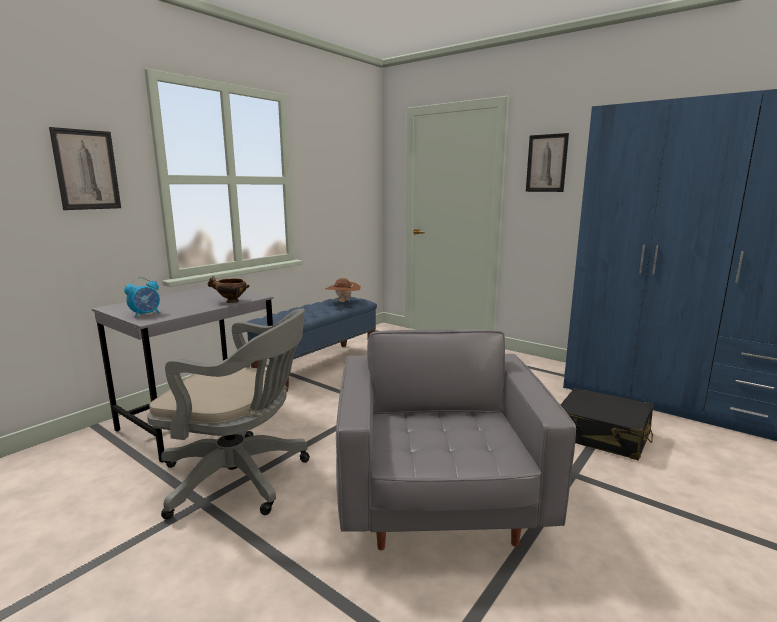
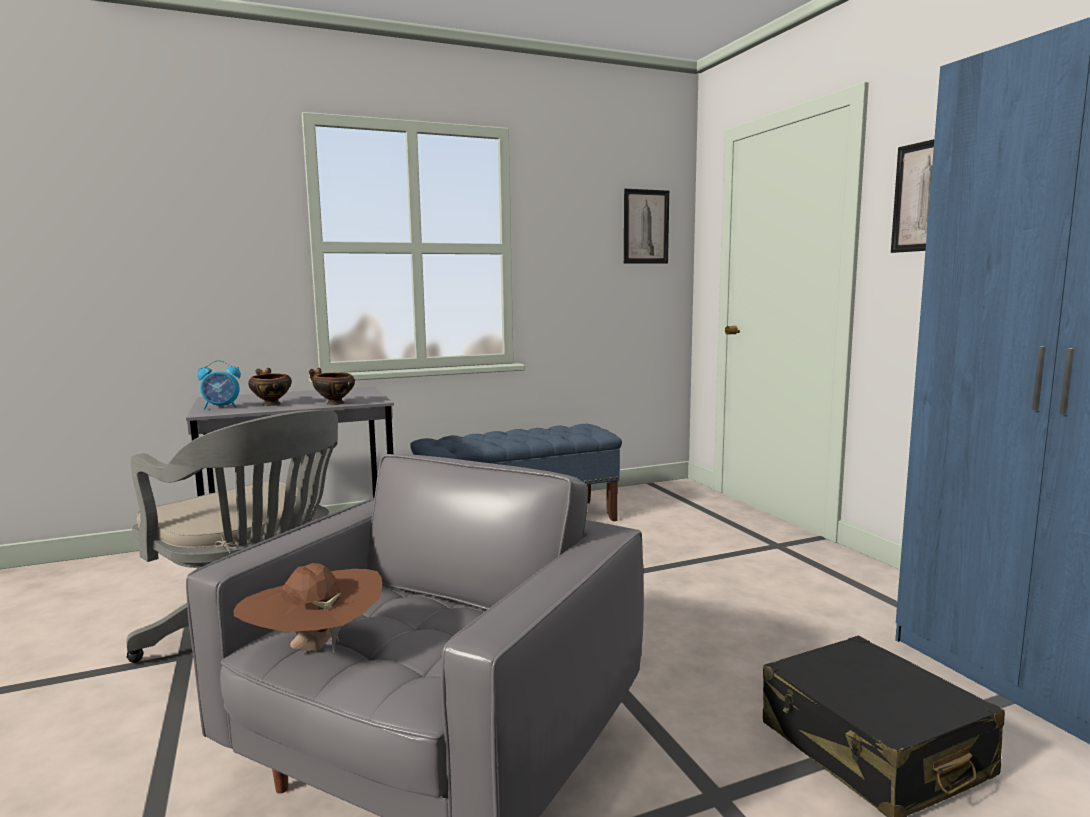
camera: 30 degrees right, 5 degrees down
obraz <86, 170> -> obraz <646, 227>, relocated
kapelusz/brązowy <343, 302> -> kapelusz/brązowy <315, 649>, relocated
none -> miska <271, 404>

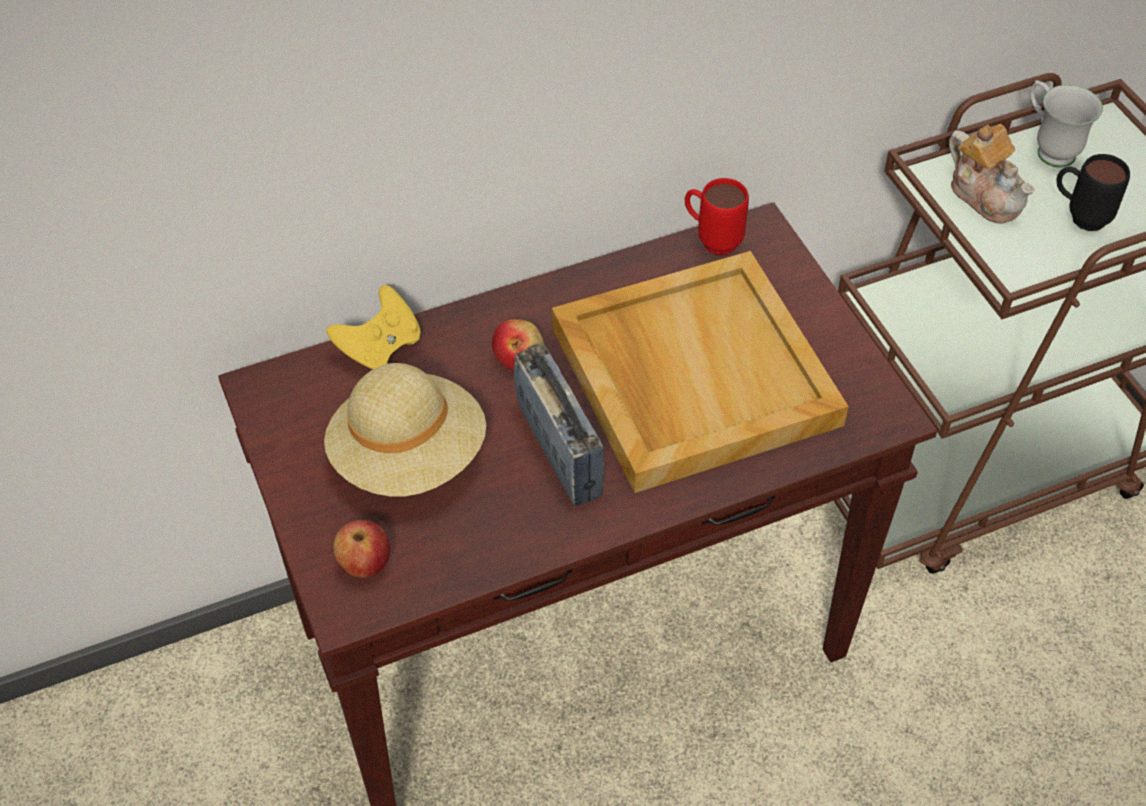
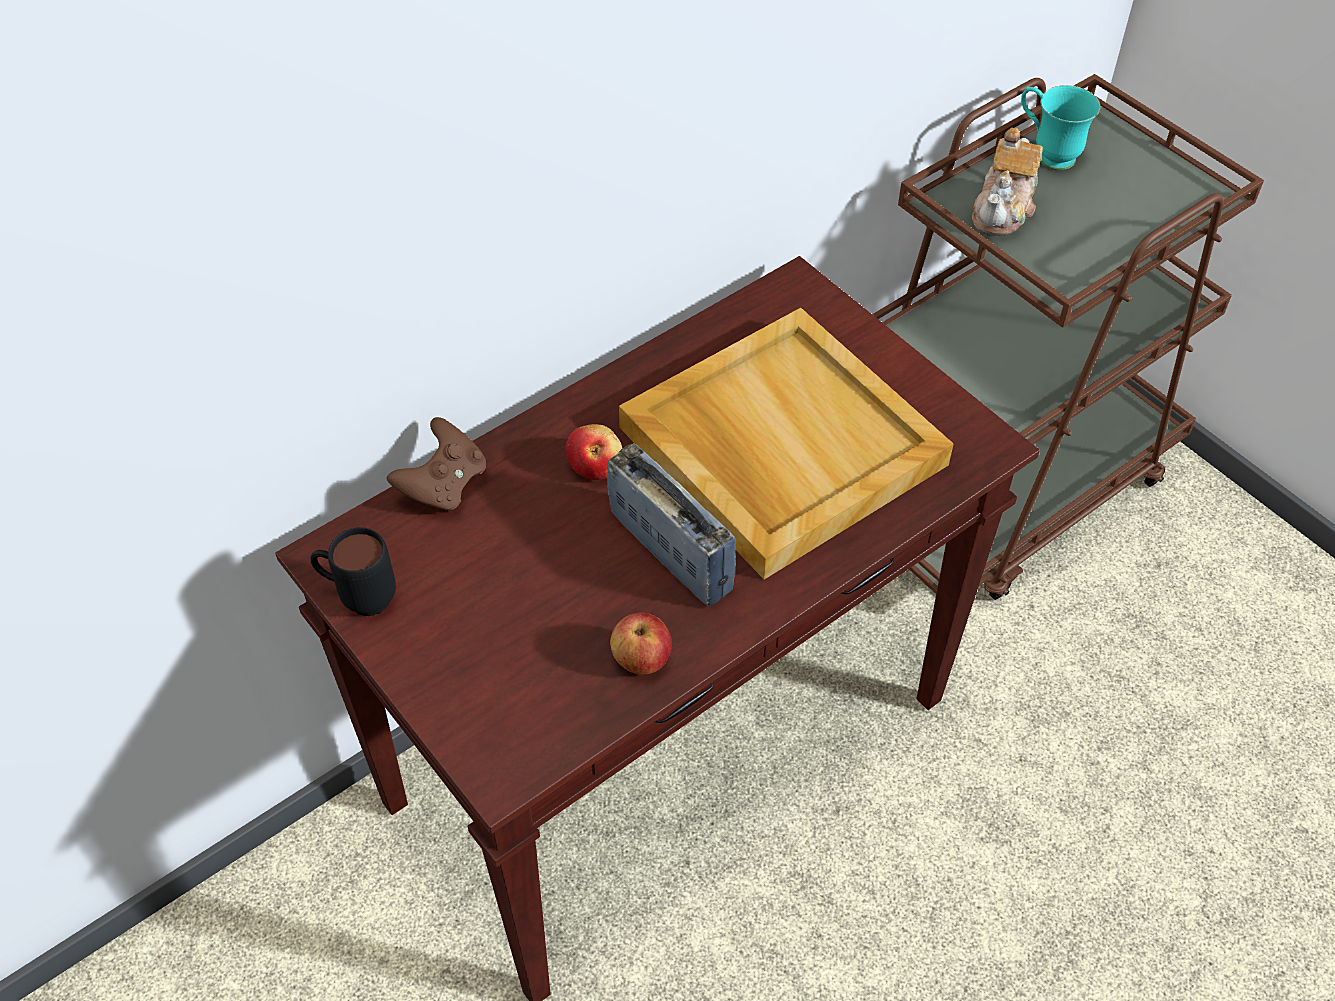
camera: 15 degrees left, 0 degrees up
kapelusz/beżowy <409, 456> -> none
pad do gier/żółty <380, 347> -> pad do gier/brązowy <443, 485>
jabłko <365, 564> -> jabłko <641, 660>, relocated
kubek/czerwony <711, 240> -> none
imbryk <985, 195> -> imbryk <1004, 209>, 75 degrees clockwise
kubek/biały <1048, 149> -> kubek/turkusowy <1046, 154>
kubek/czarny <1079, 216> -> kubek/czarny <359, 597>, relocated

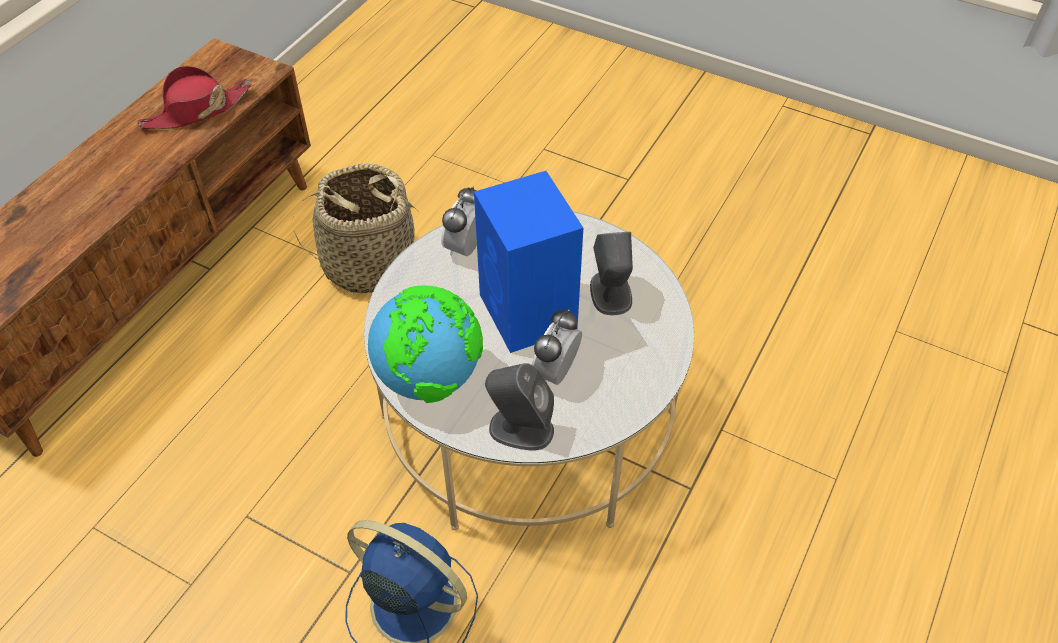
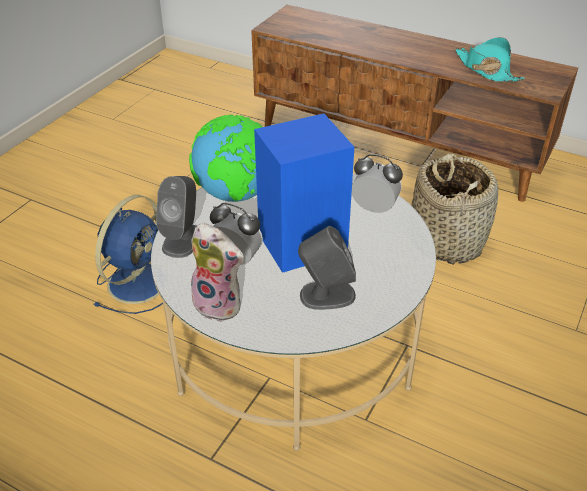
camera: 90 degrees right, 10 degrees down
kapelusz/czerwony <197, 111> -> kapelusz/turkusowy <486, 70>
none -> pluszak <220, 304>

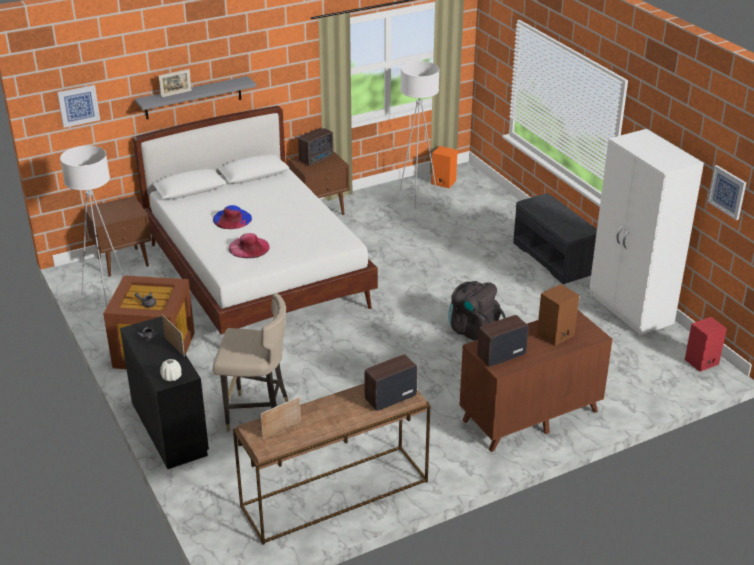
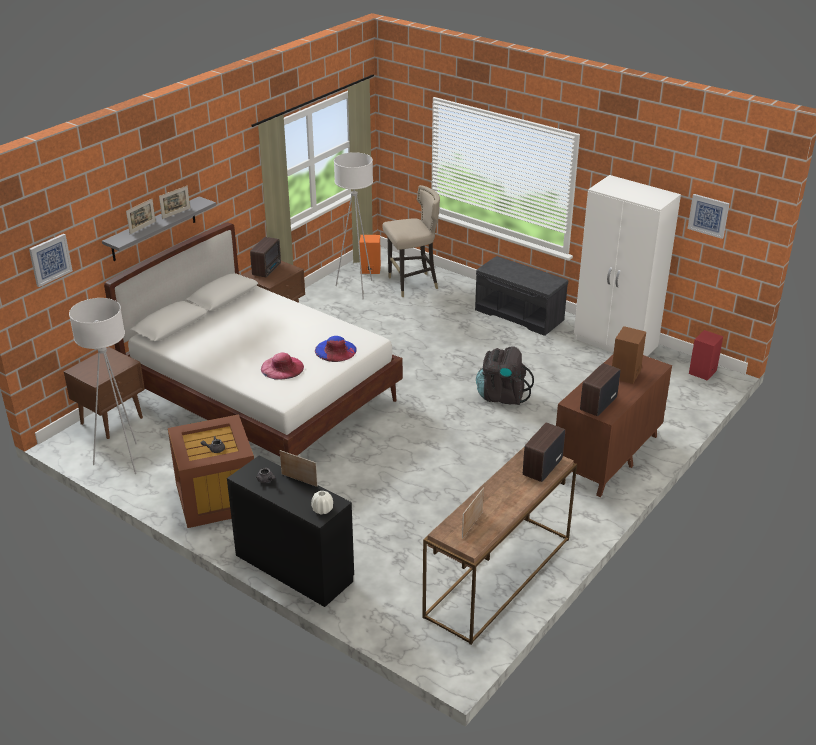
camera: 25 degrees left, 0 degrees up
kapelusz/niebieski <232, 219> -> kapelusz/niebieski <335, 350>, relocated
stołek/beżowy <256, 414> -> stołek/beżowy <412, 284>, relocated
none -> ramka na zdjęcie <176, 213>

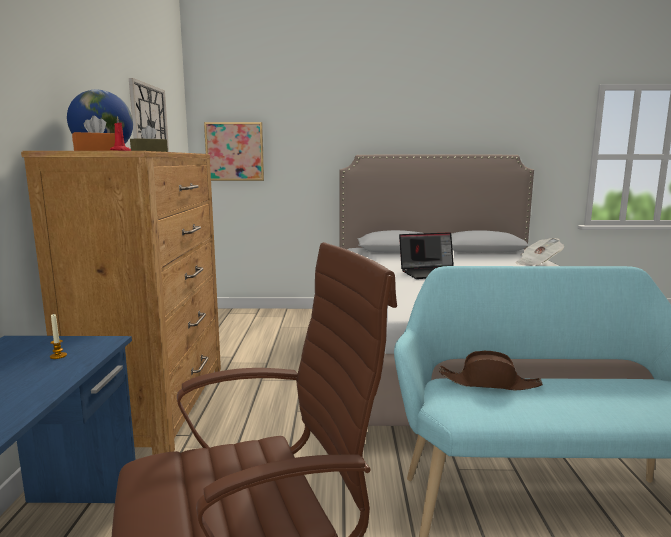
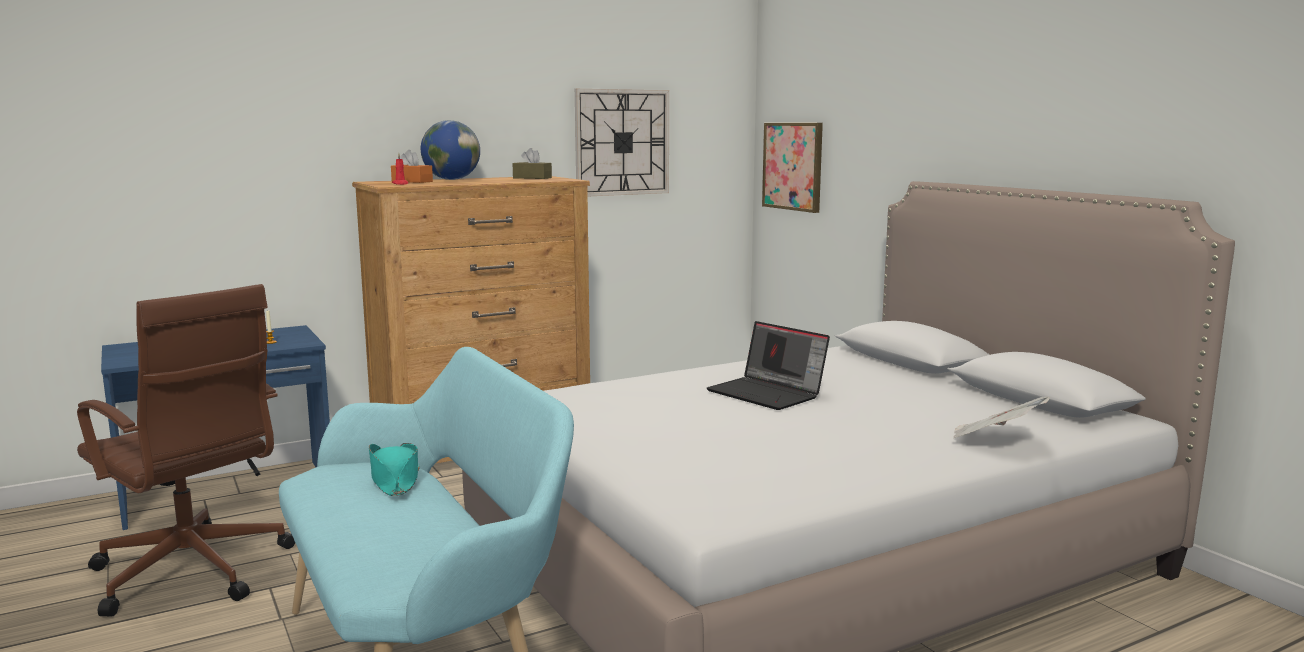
camera: 60 degrees right, 0 degrees up
kapelusz/brązowy <489, 383> -> kapelusz/turkusowy <395, 479>

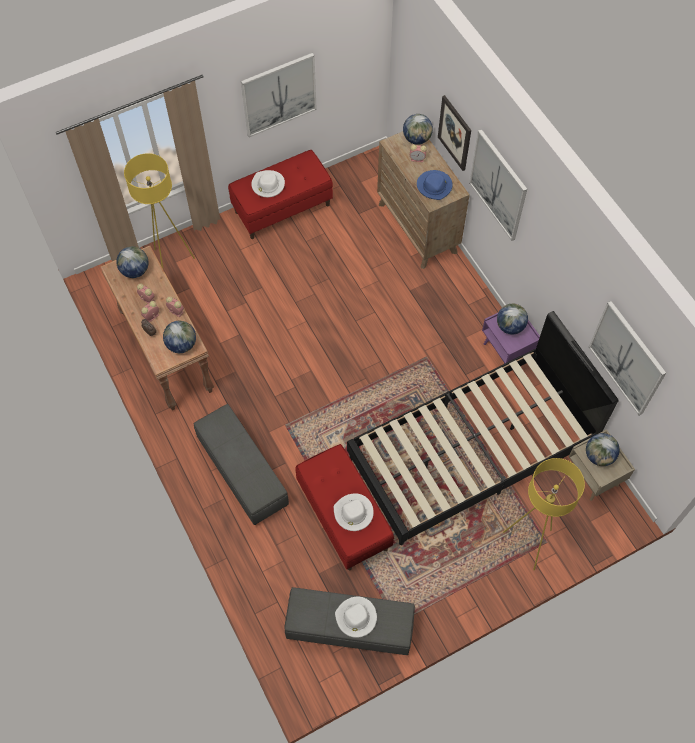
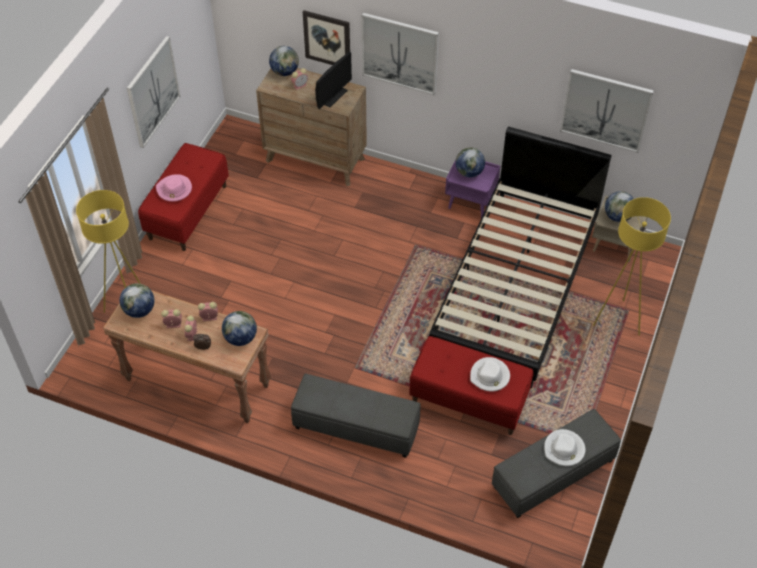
camera: 40 degrees left, 10 degrees down
kapelusz/biały <268, 185> -> kapelusz/różowy <174, 190>
kapelusz/niebieski <434, 186> -> monitor <333, 96>

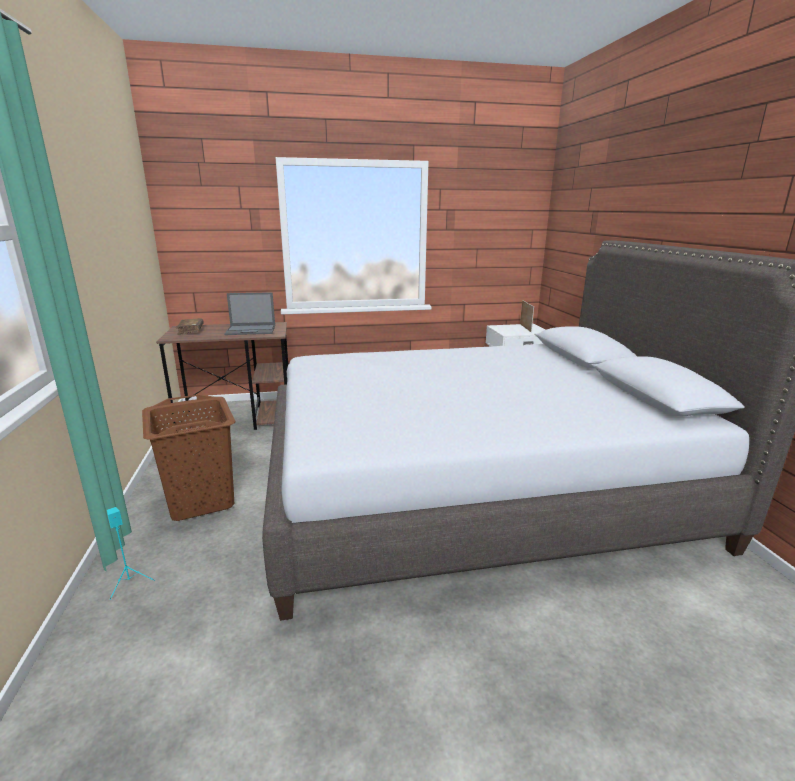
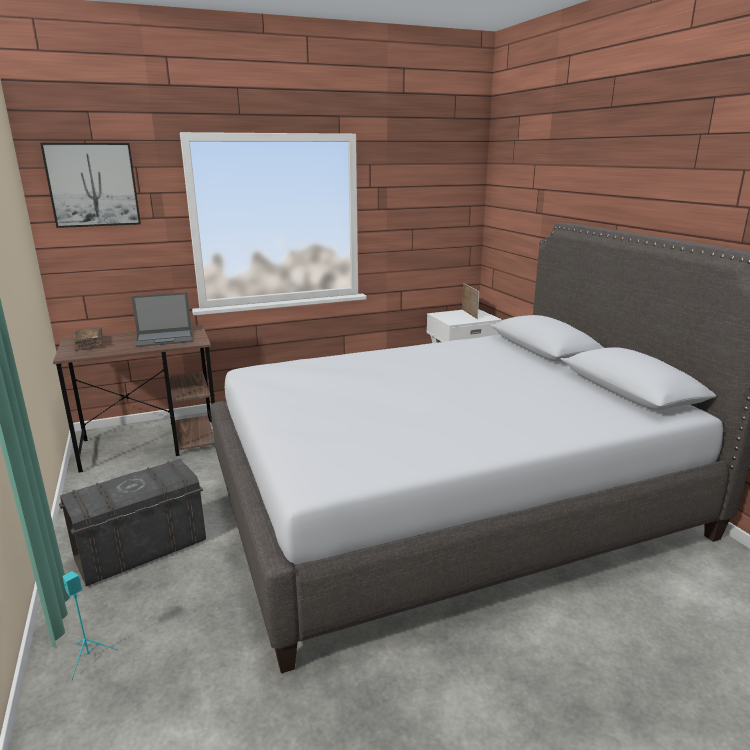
camera: 10 degrees left, 0 degrees up
kosz na pranie/brązowy <200, 501> -> pojemnik do przechowywania/szary <140, 550>
none -> obraz <93, 185>

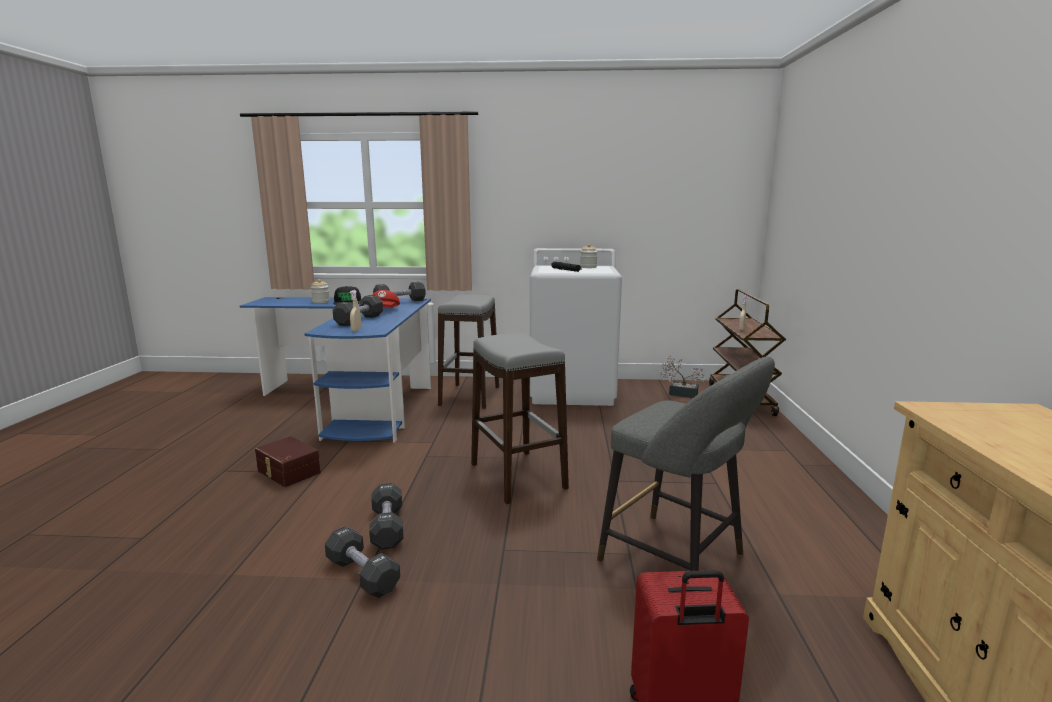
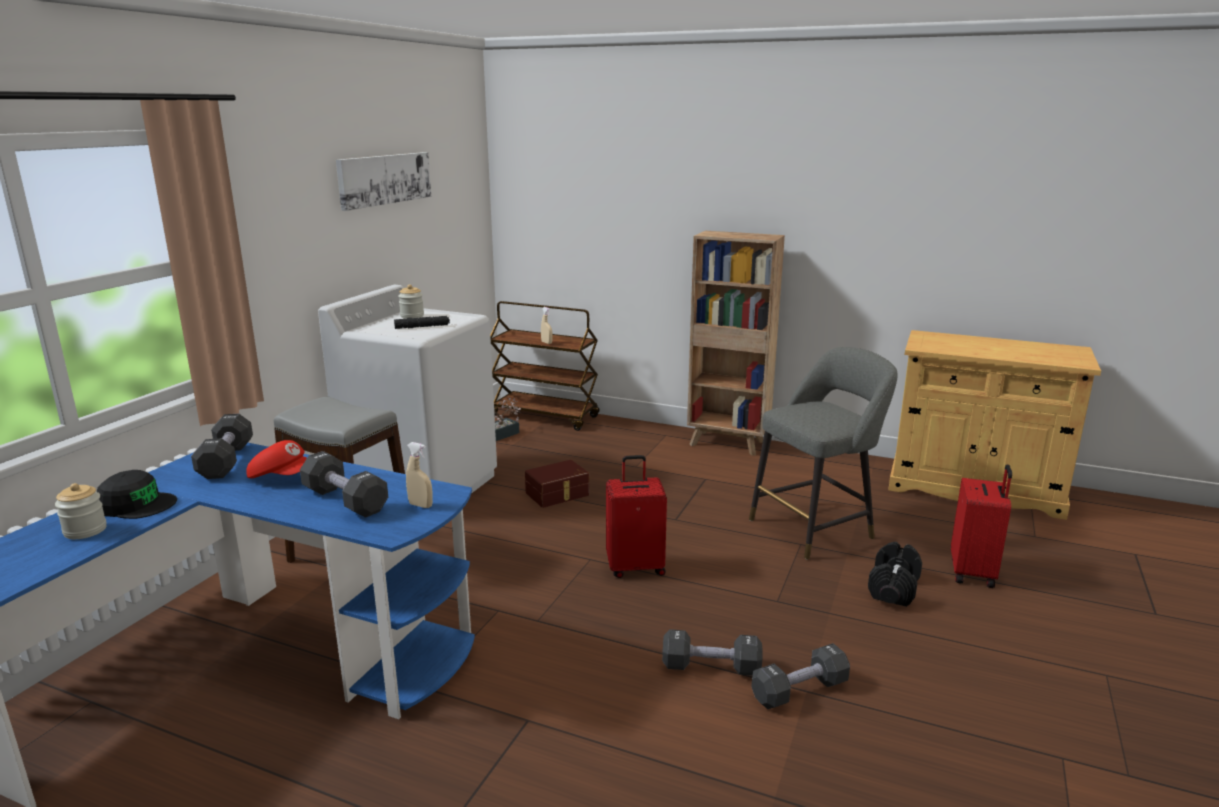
camera: 70 degrees left, 5 degrees up
pojemnik do przechowywania/brązowy <287, 472> -> pojemnik do przechowywania/brązowy <558, 494>, relocated
stołek/szary <518, 476> -> walizka/czerwony <635, 567>
none -> obraz <384, 179>
none -> regał/brązowy <728, 443>
none -> hantel/czarny <893, 588>

